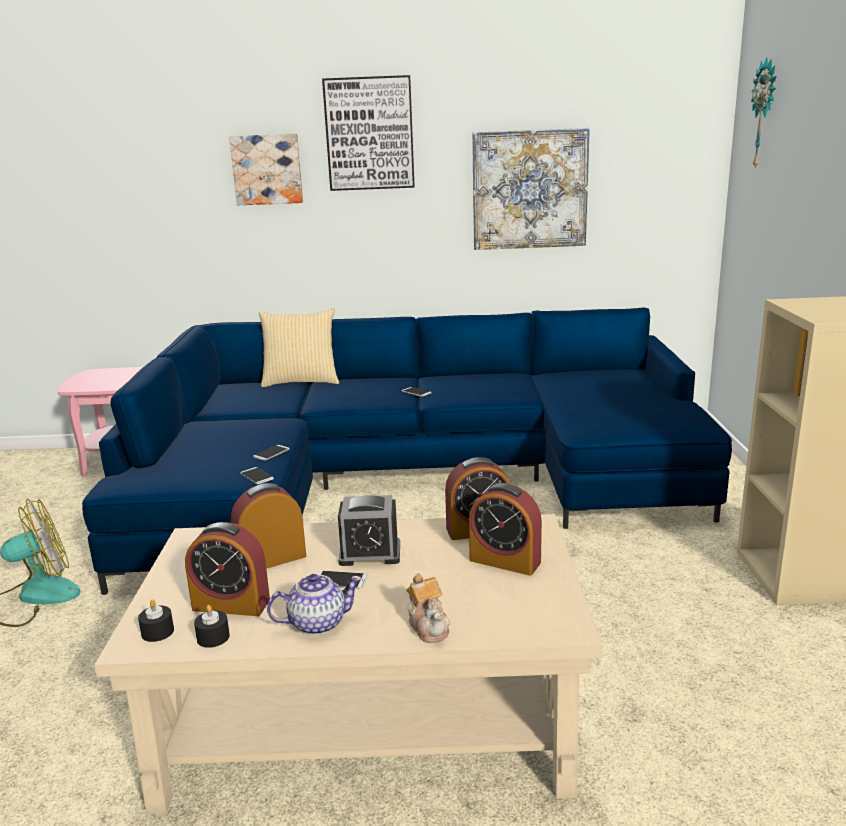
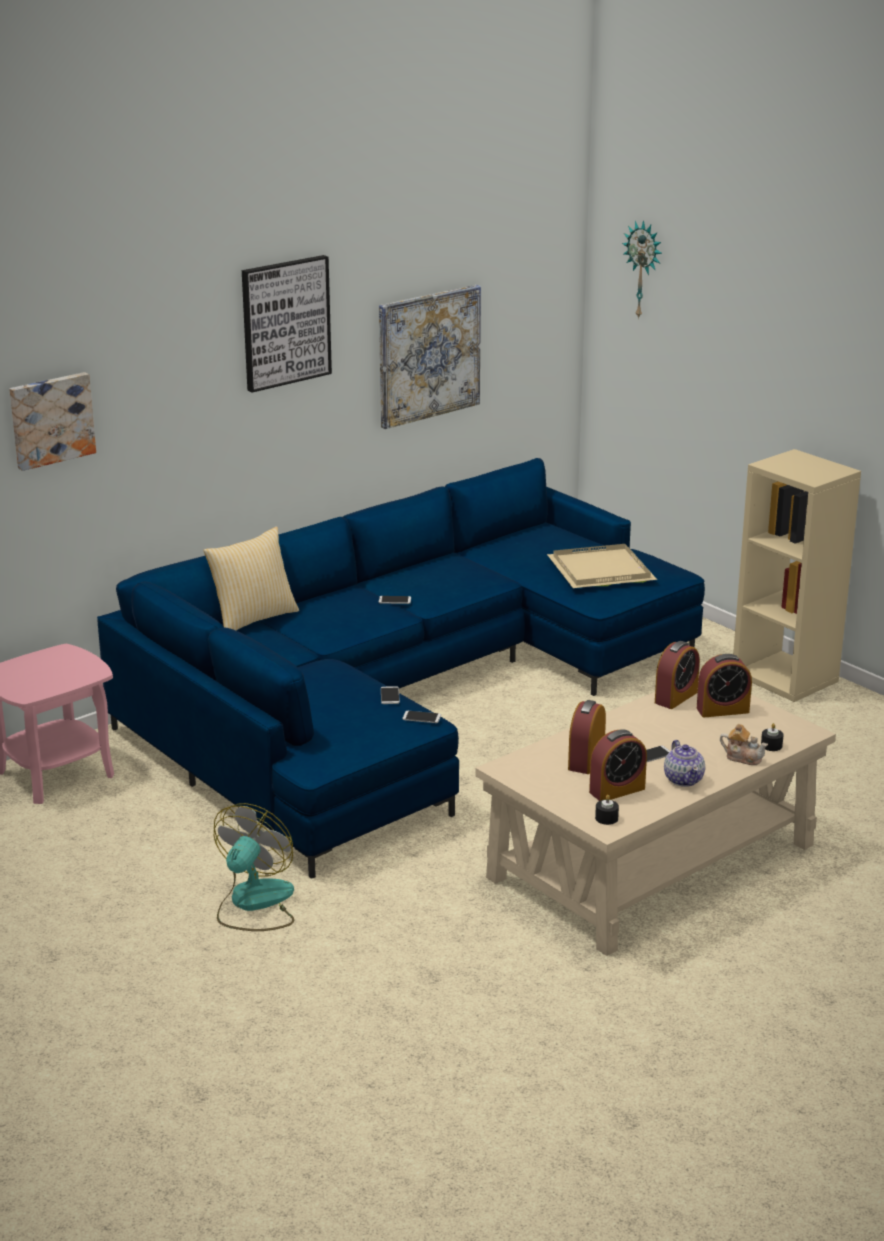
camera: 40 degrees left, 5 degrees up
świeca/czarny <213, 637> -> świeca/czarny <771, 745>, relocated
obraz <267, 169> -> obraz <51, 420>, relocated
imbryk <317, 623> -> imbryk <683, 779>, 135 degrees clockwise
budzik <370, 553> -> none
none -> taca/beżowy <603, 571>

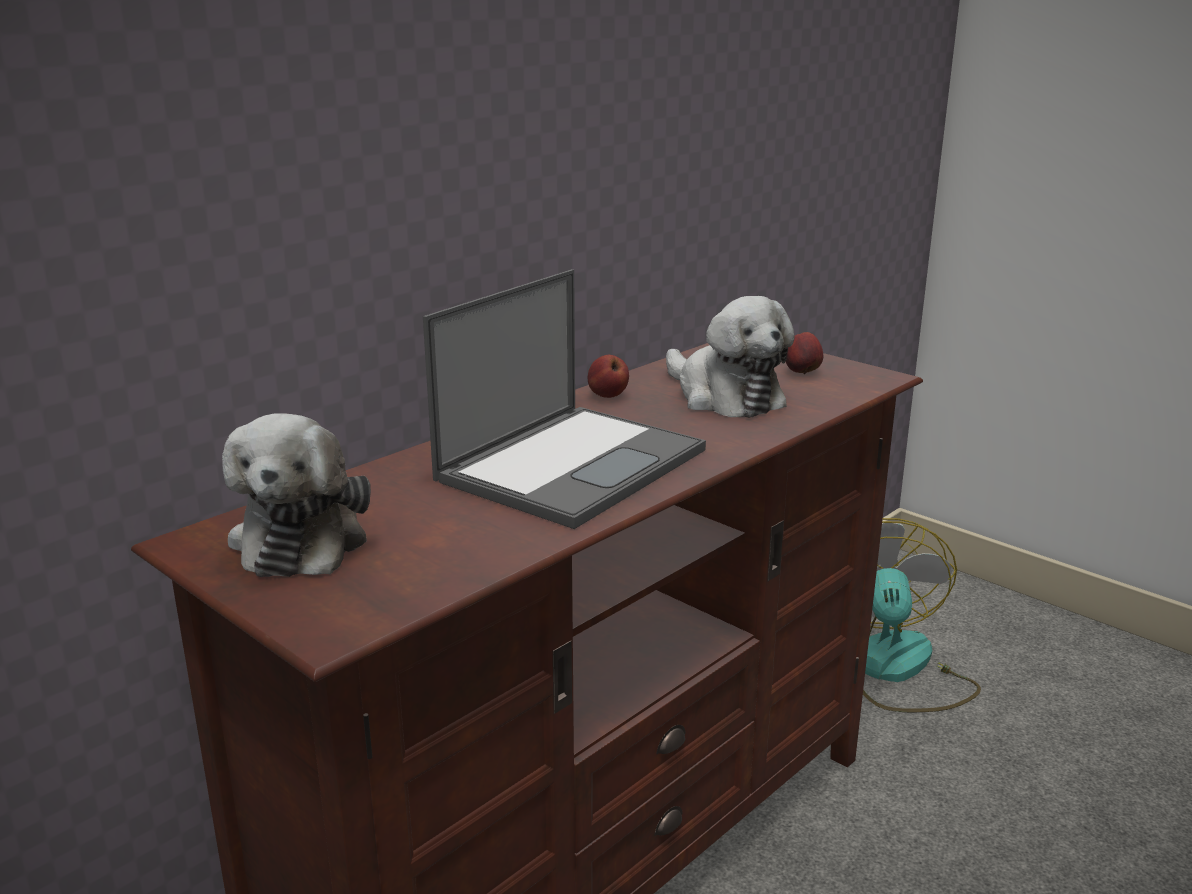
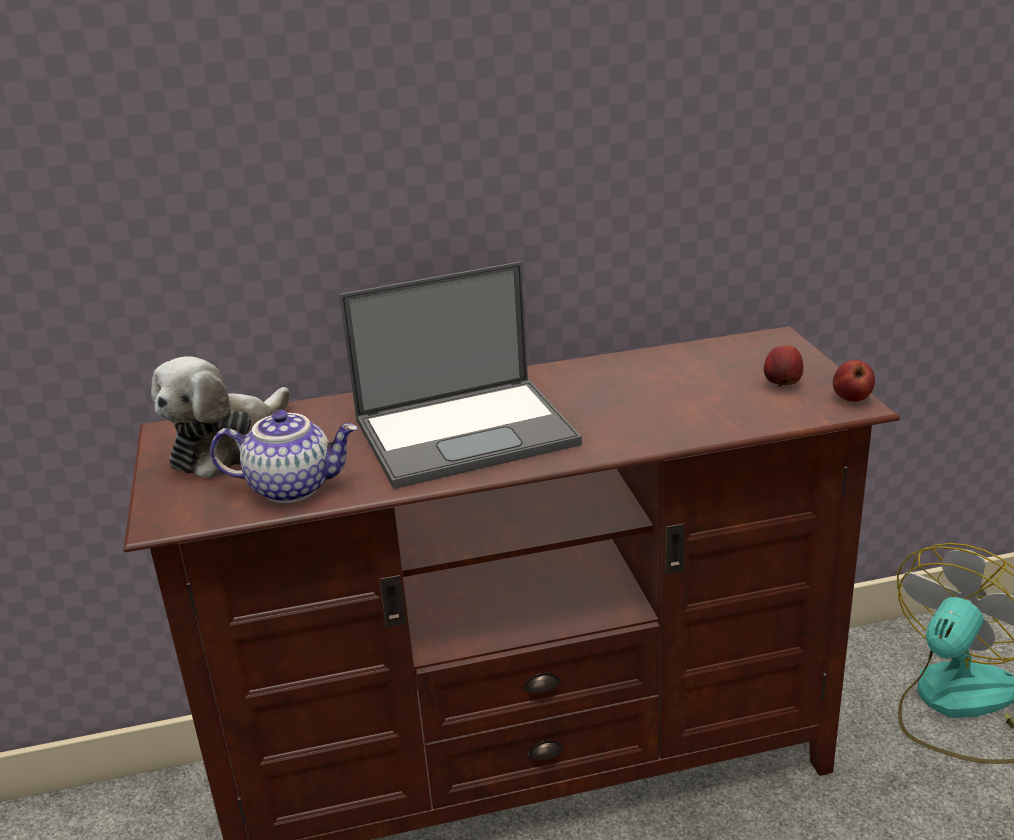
camera: 35 degrees right, 5 degrees up
jabłko <607, 396> -> jabłko <851, 398>, relocated
pluszak <724, 397> -> none
none -> imbryk <293, 486>

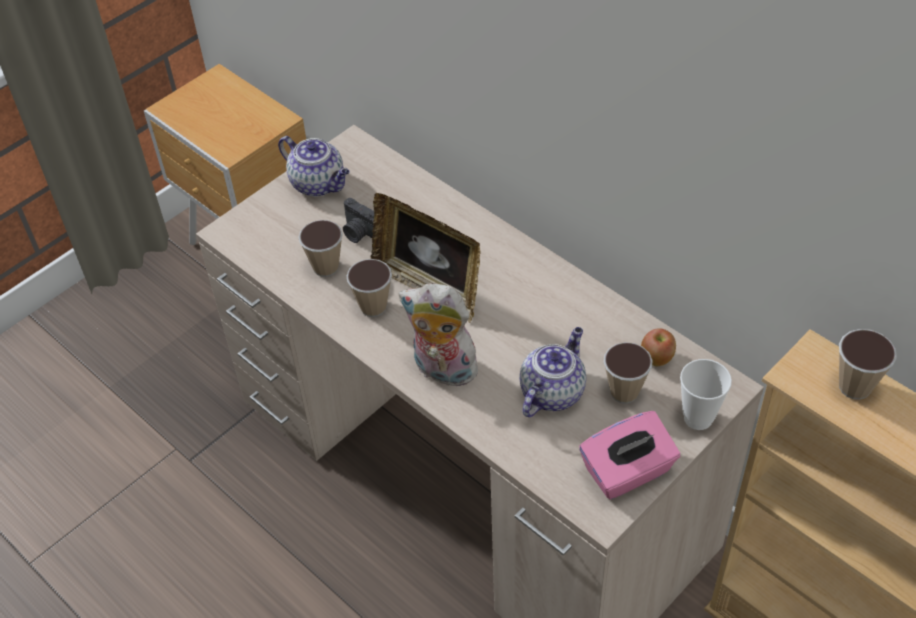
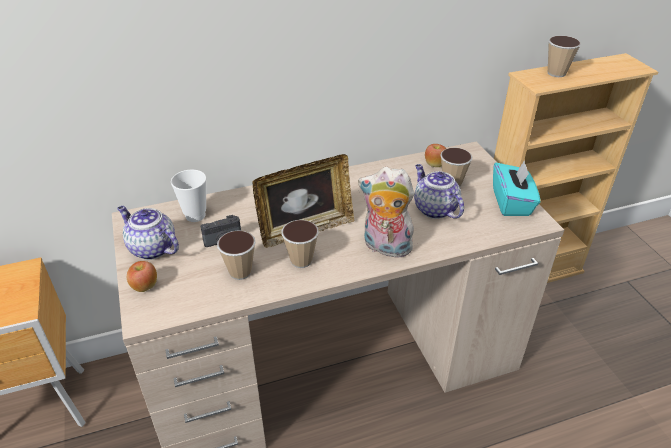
camera: 65 degrees left, 10 degrees down
imbryk <319, 184> -> imbryk <151, 248>, 120 degrees counterclockwise
pluszak <442, 370> -> pluszak <385, 248>, 60 degrees clockwise
pudełko chusteczek/różowy <627, 472> -> pudełko chusteczek/turkusowy <511, 202>
filiżanka <698, 418> -> filiżanka <195, 216>, relocated
none -> jabłko <145, 286>

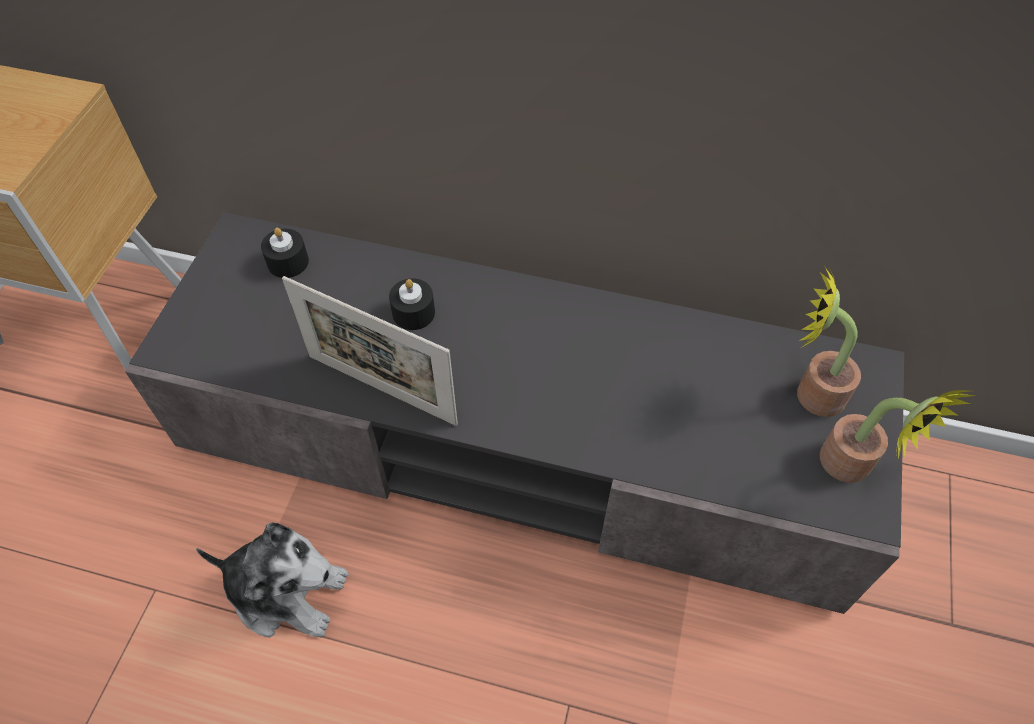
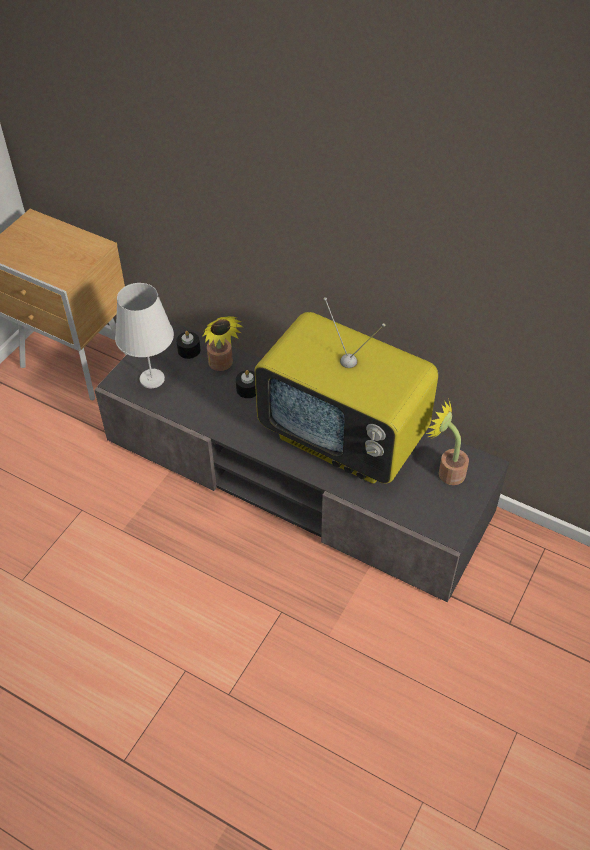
camera: 15 degrees right, 5 degrees down
pluszak <287, 590> -> none
ramka na zdjęcie <381, 389> -> none
roślina doniczkowa <853, 468> -> roślina doniczkowa <222, 365>, relocated
none -> lampa stołowa/biały <152, 378>
none -> telewizor <345, 438>

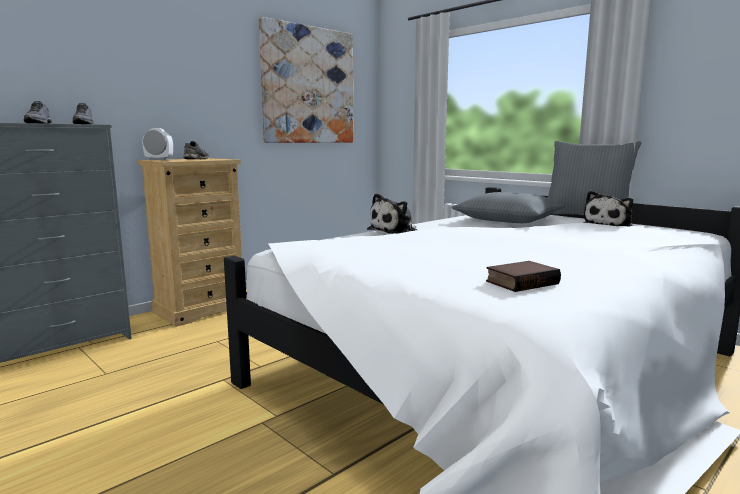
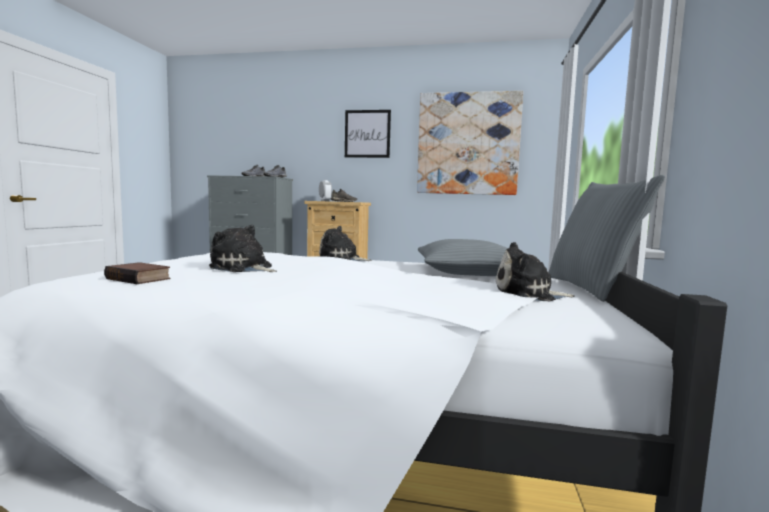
camera: 55 degrees right, 5 degrees down
none -> pluszak <243, 268>
none -> obraz <367, 134>

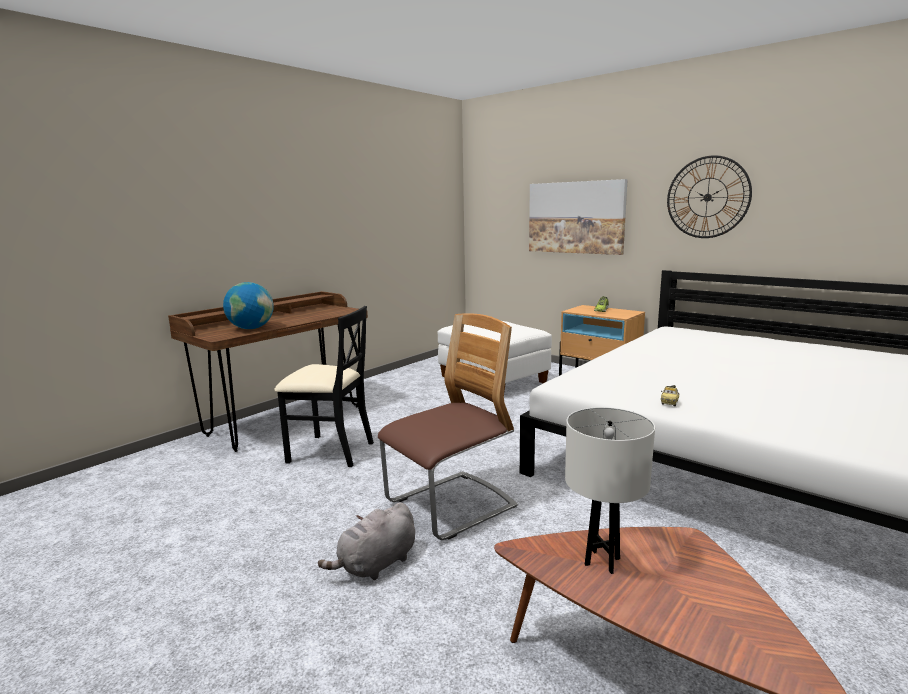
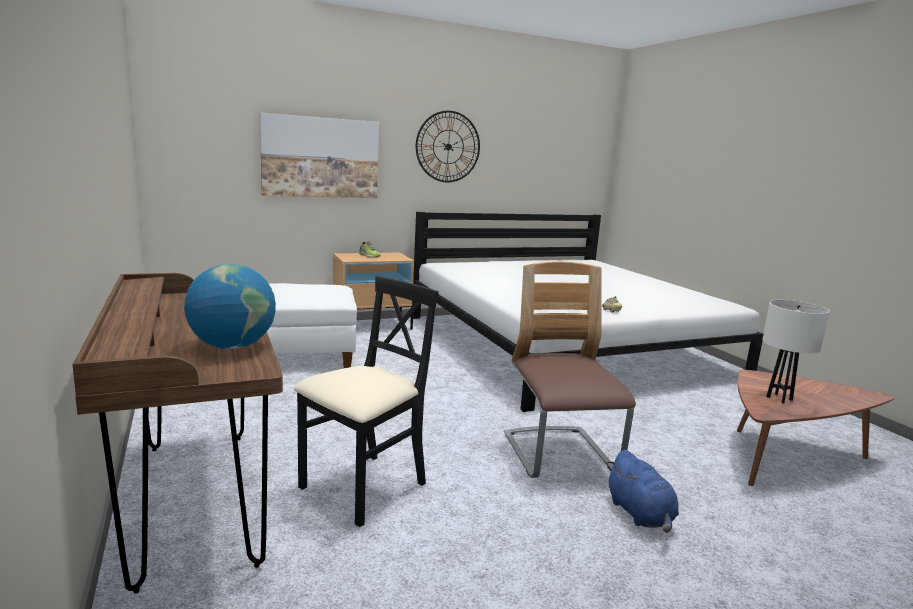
camera: 65 degrees left, 0 degrees up
pluszak/szary <376, 565> -> pluszak/niebieski <640, 515>

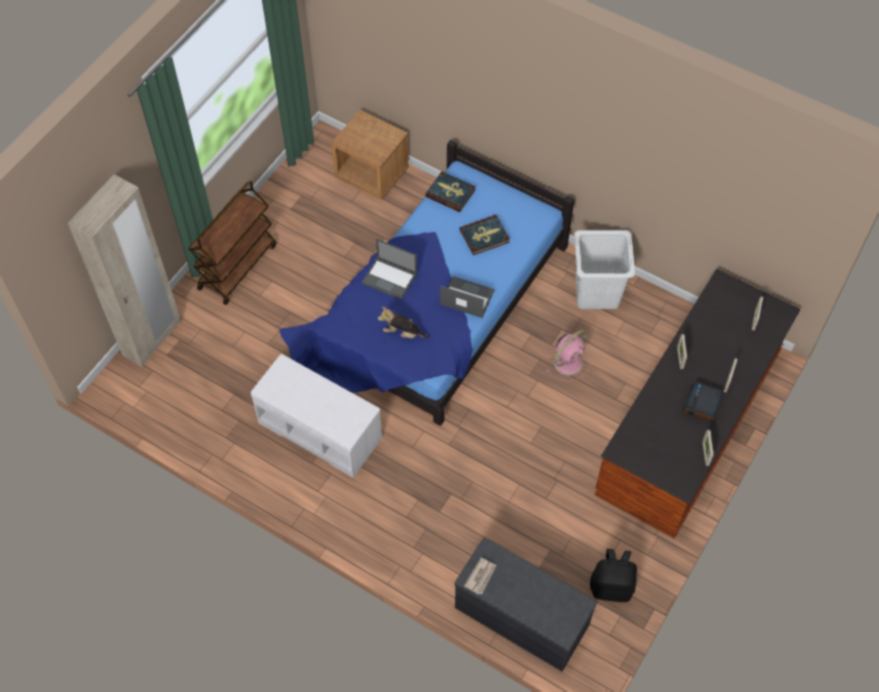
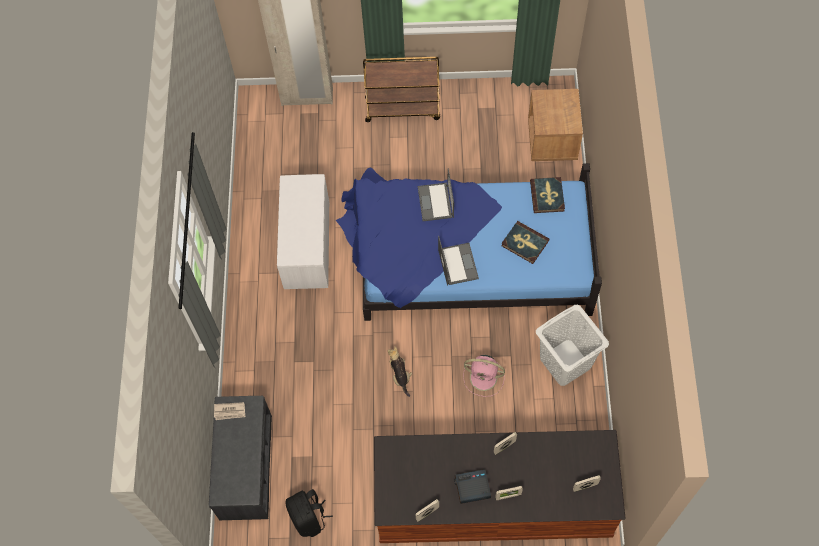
camera: 60 degrees right, 5 degrees up
pluszak <403, 333> -> pluszak <400, 375>, relocated

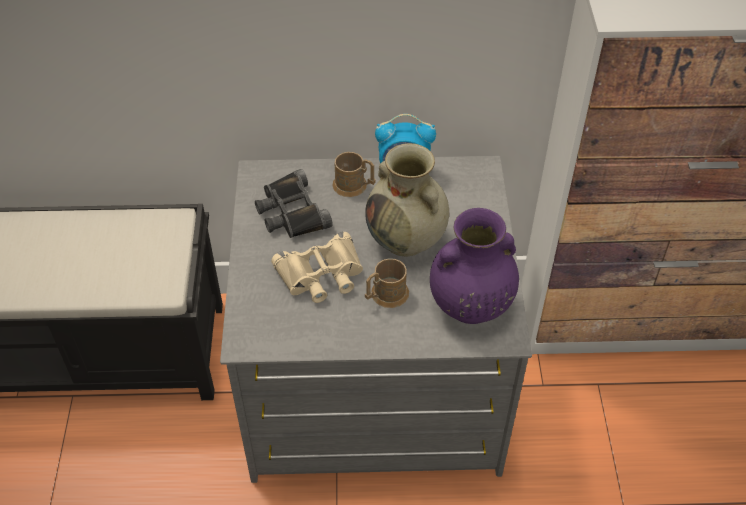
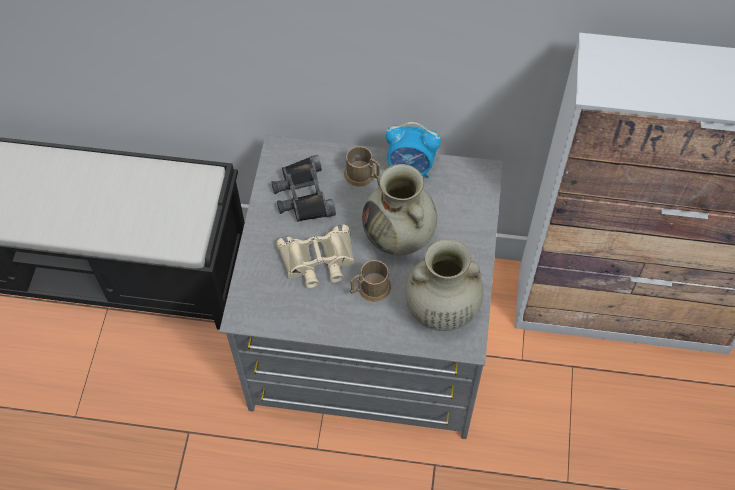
camera: 10 degrees right, 10 degrees up
wazon/fioletowy <469, 306> -> wazon/beżowy <441, 310>

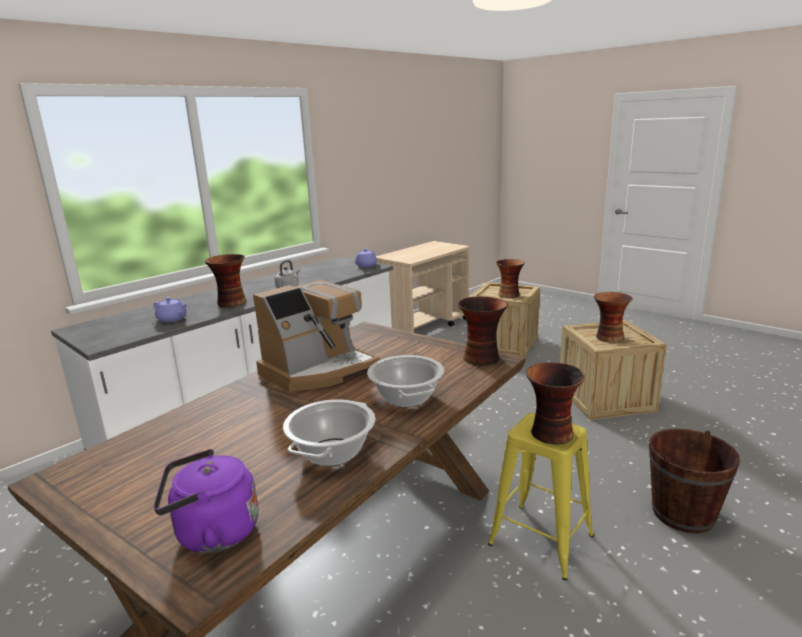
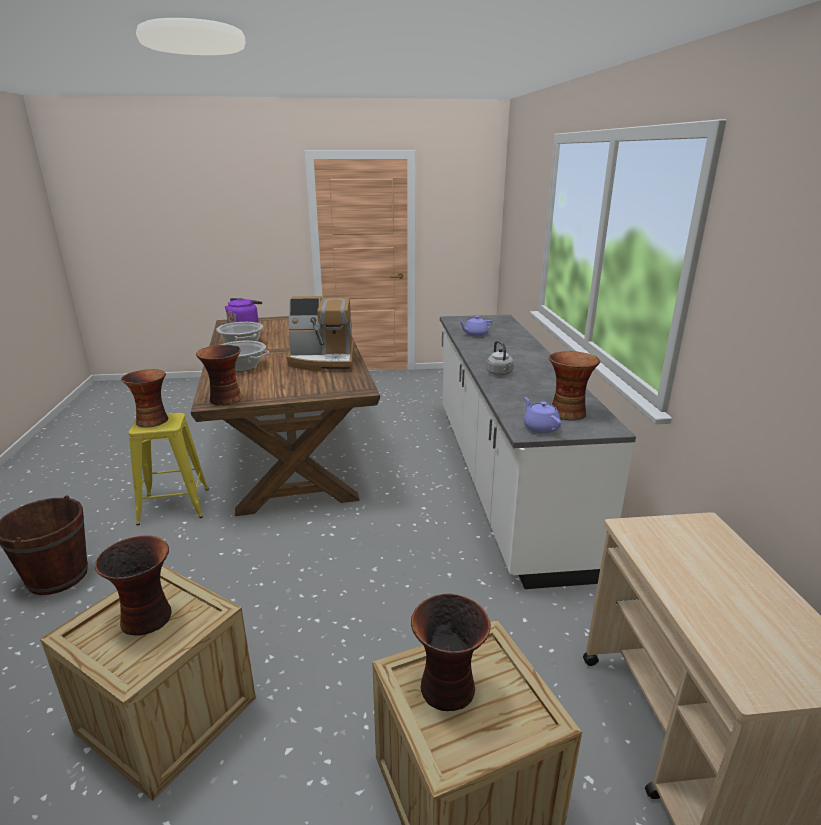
camera: 130 degrees right, 5 degrees up
wazon <231, 303> -> wazon <567, 412>, relocated
ekspres do kawy <318, 370> -> ekspres do kawy <323, 361>, 90 degrees counterclockwise

